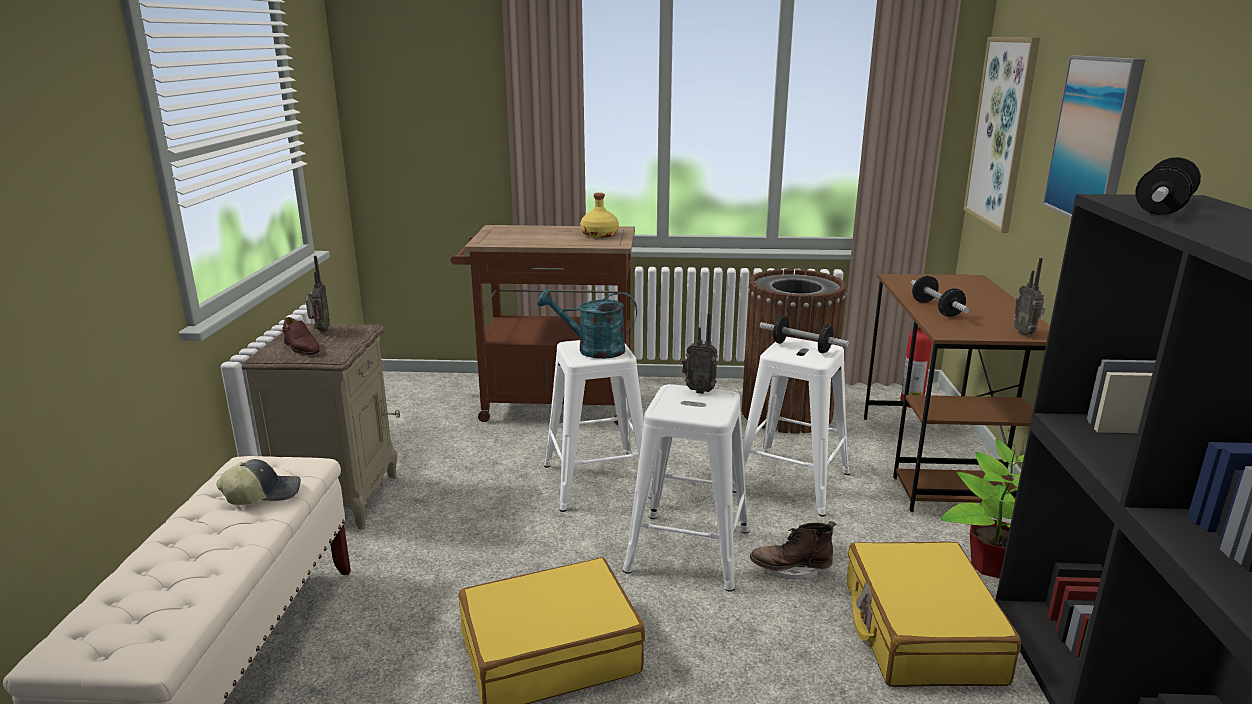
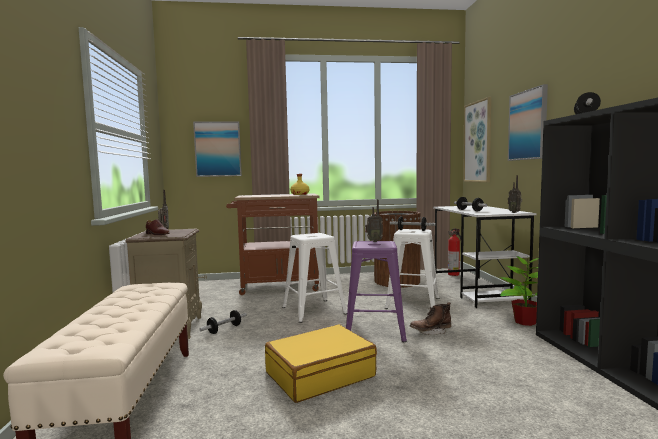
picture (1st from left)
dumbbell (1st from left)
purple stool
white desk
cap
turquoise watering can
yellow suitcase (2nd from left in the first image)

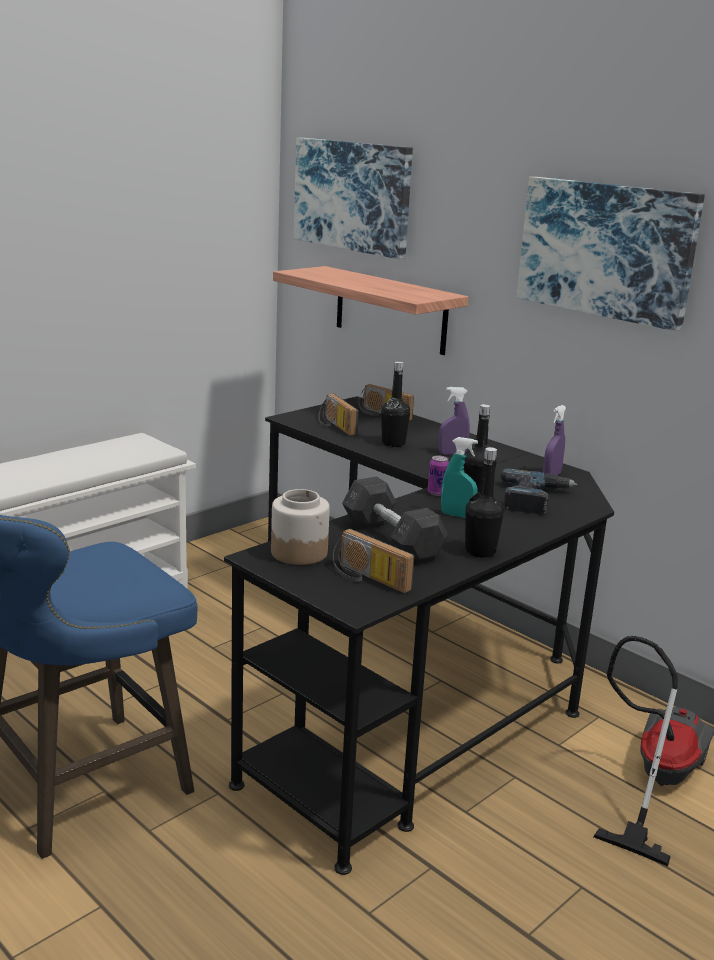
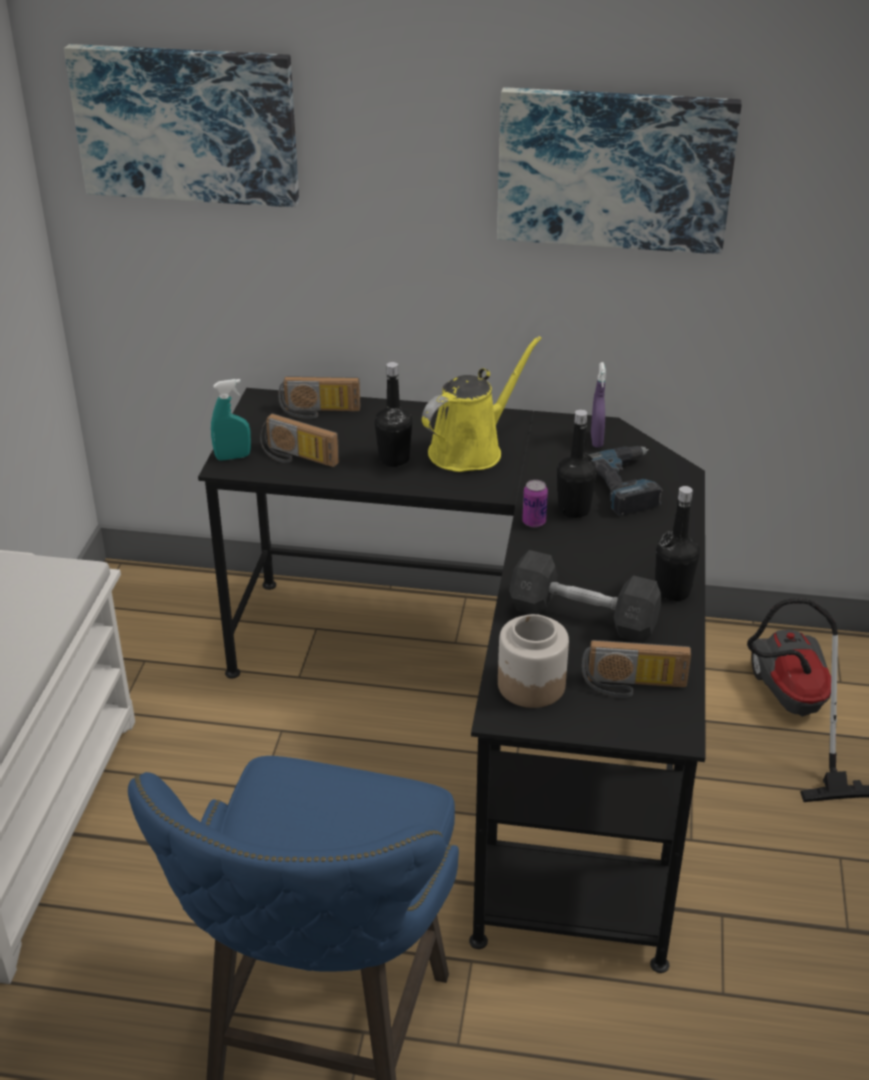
turquoise spray bottle
yellow watering can
shelf

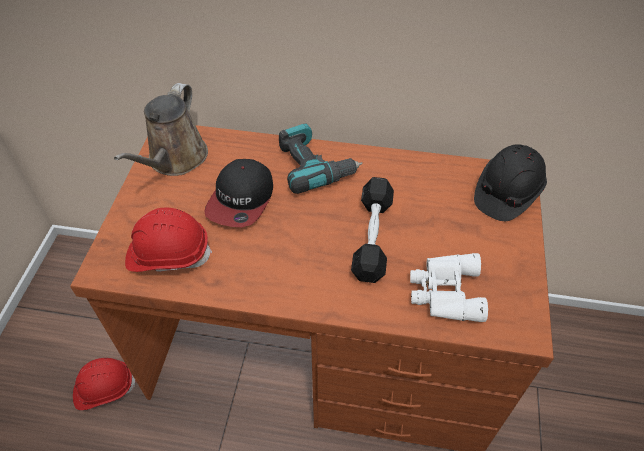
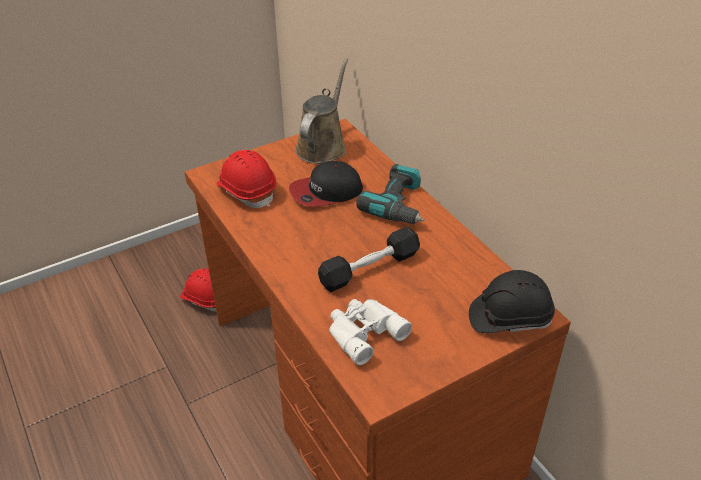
brown watering can

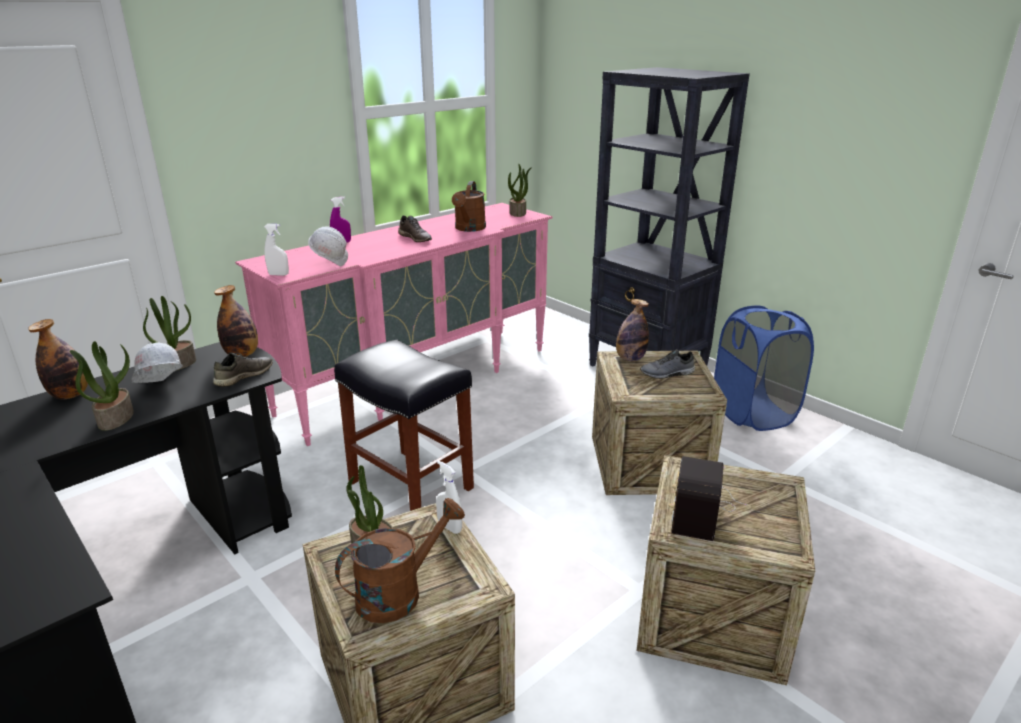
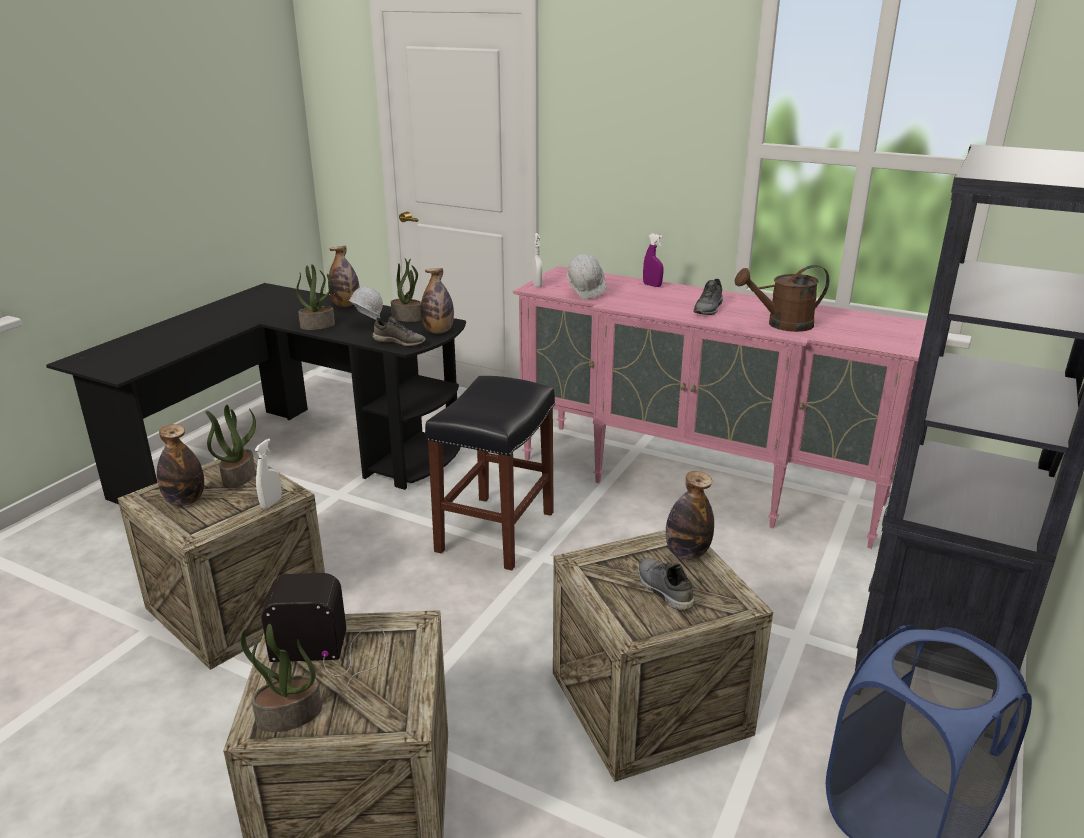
bottle (1st from left)
potted plant (2nd from left)

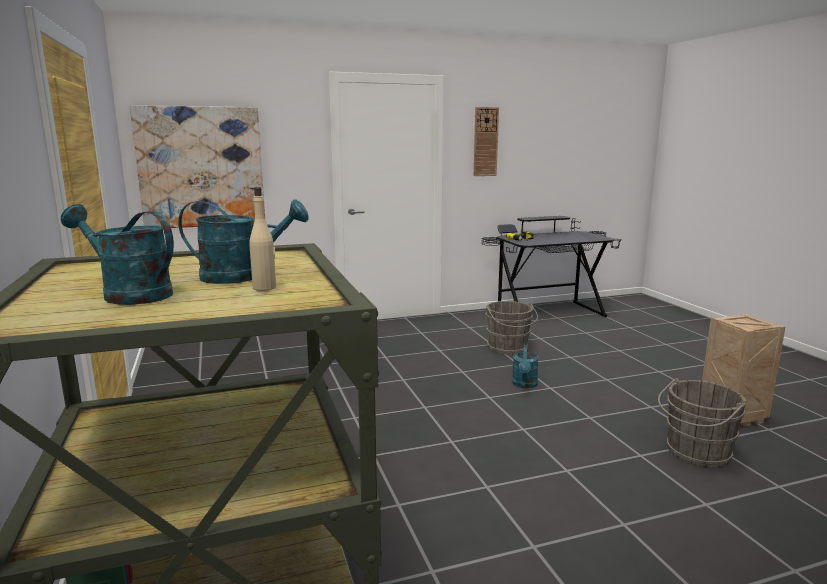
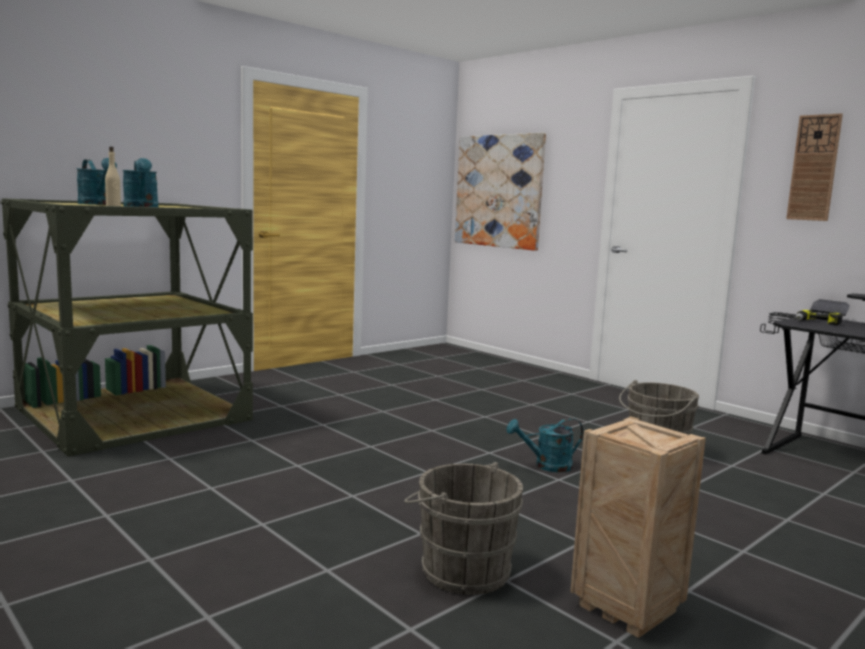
turquoise watering can (1st from left)

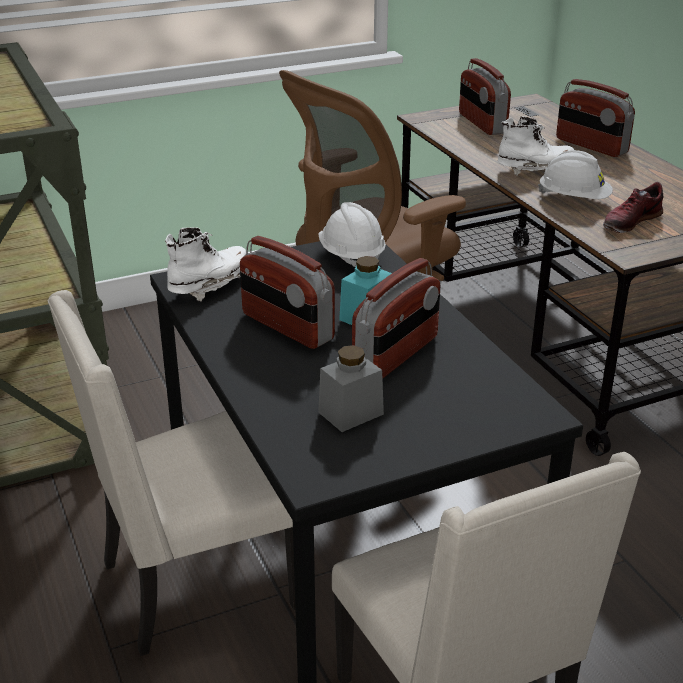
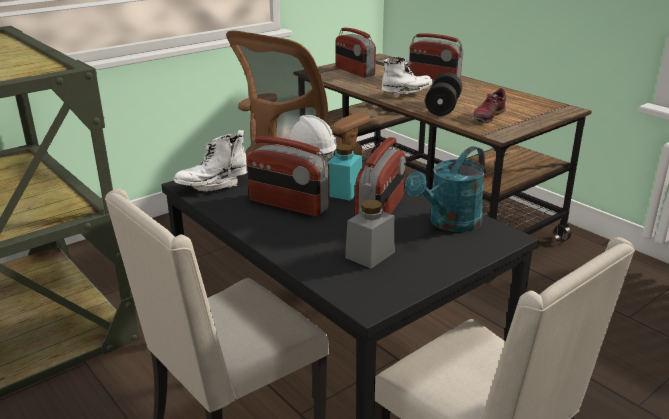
white boot (1st from left)
turquoise watering can
black dumbbell

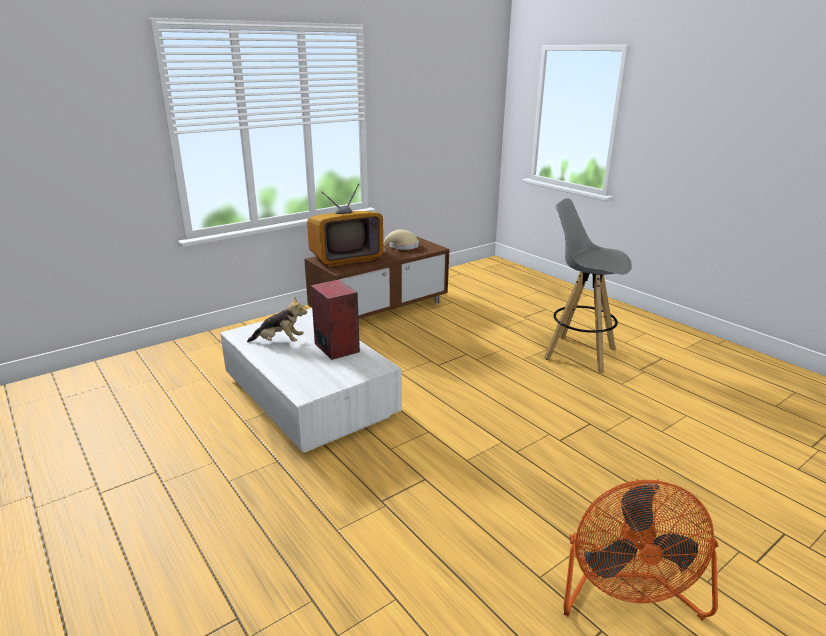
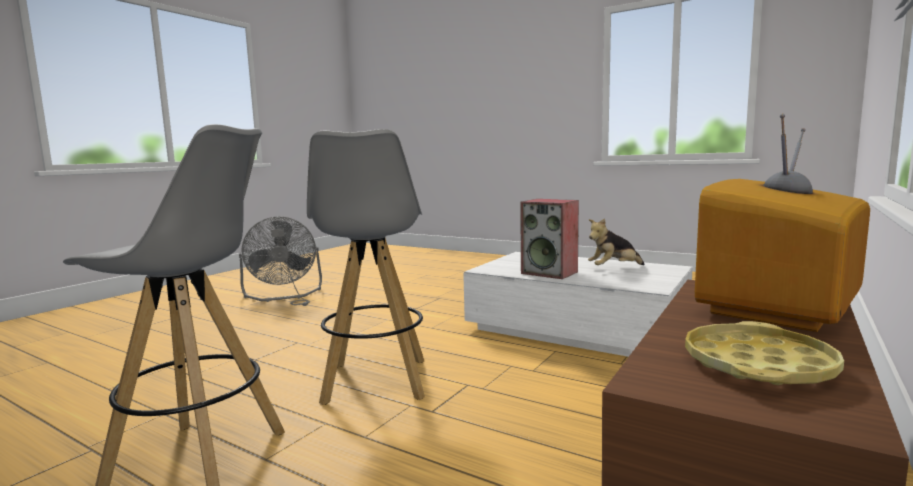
grey fan
grey stool (2nd from left)
yellow tray

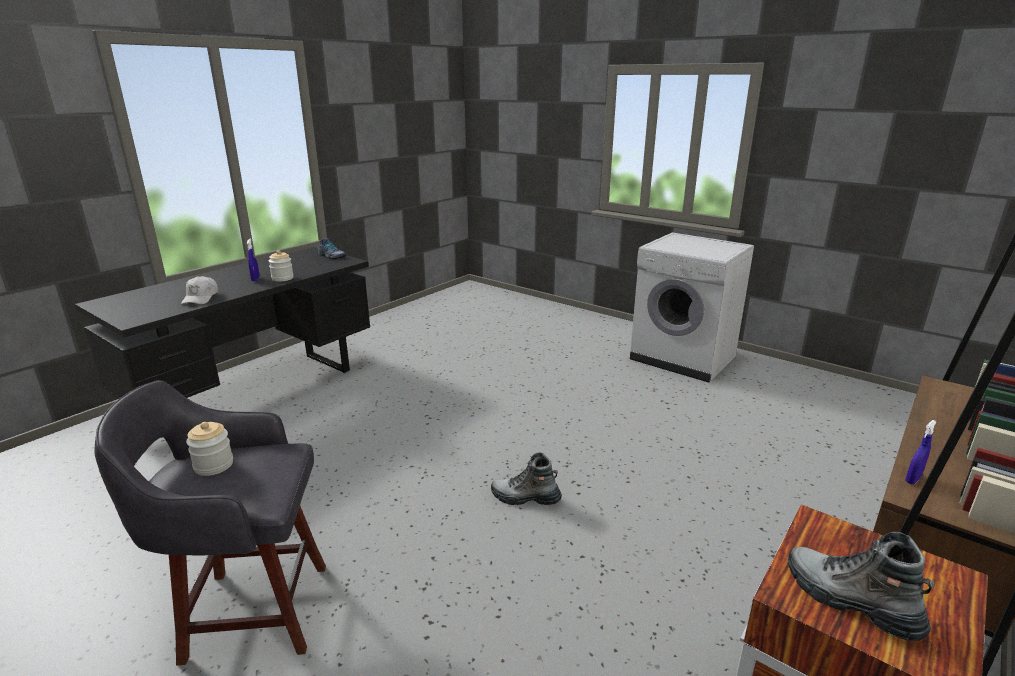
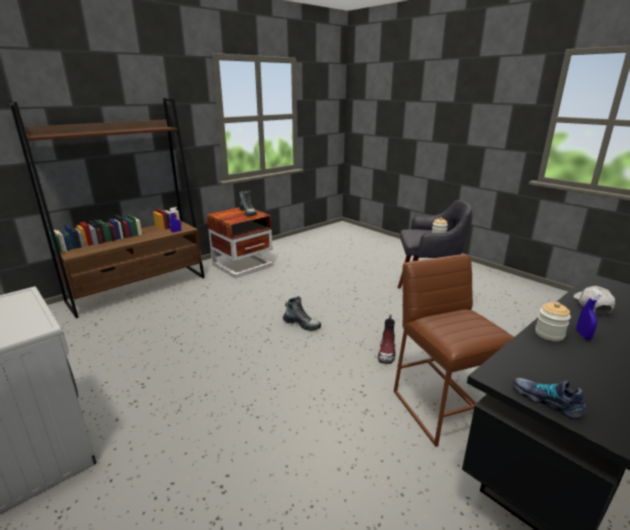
boot (3rd from left)
brown stool

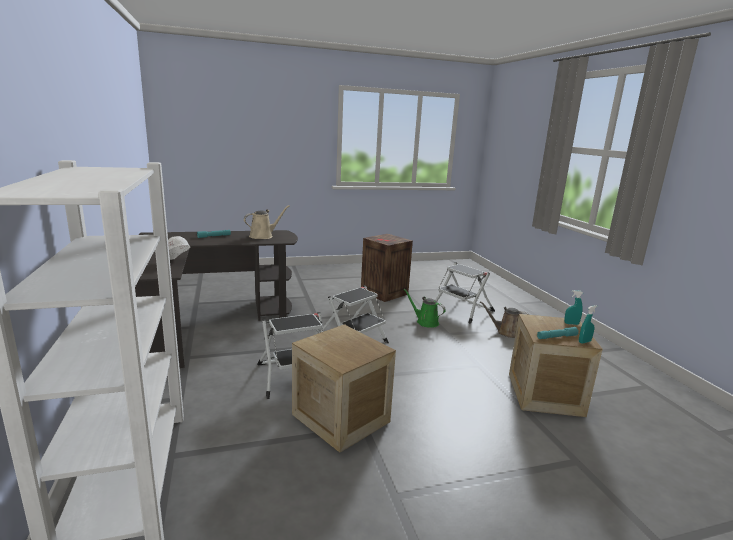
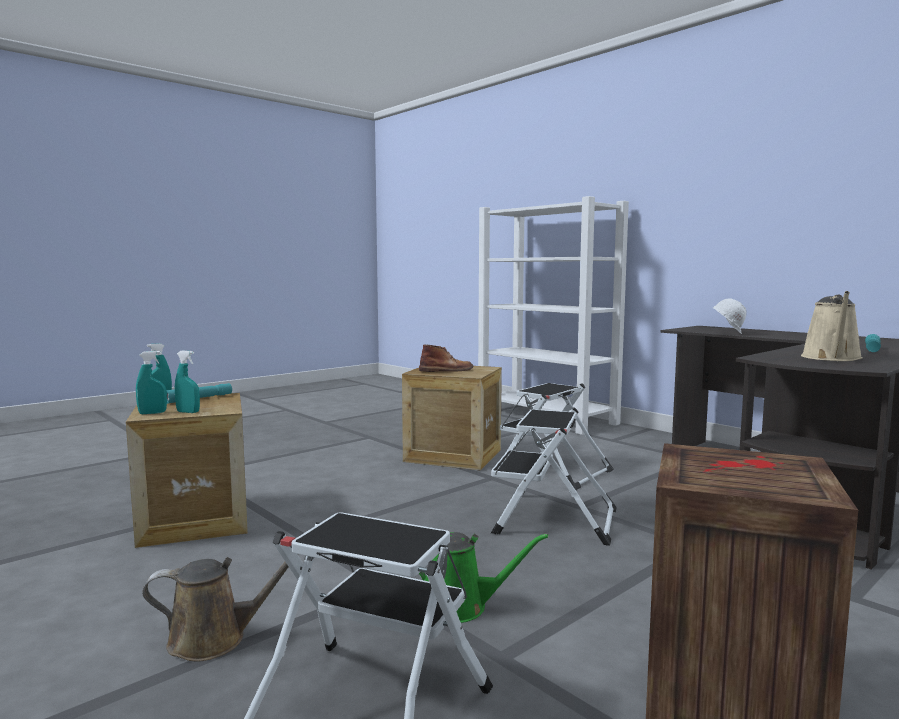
turquoise spray bottle (3rd from left)
brown boot

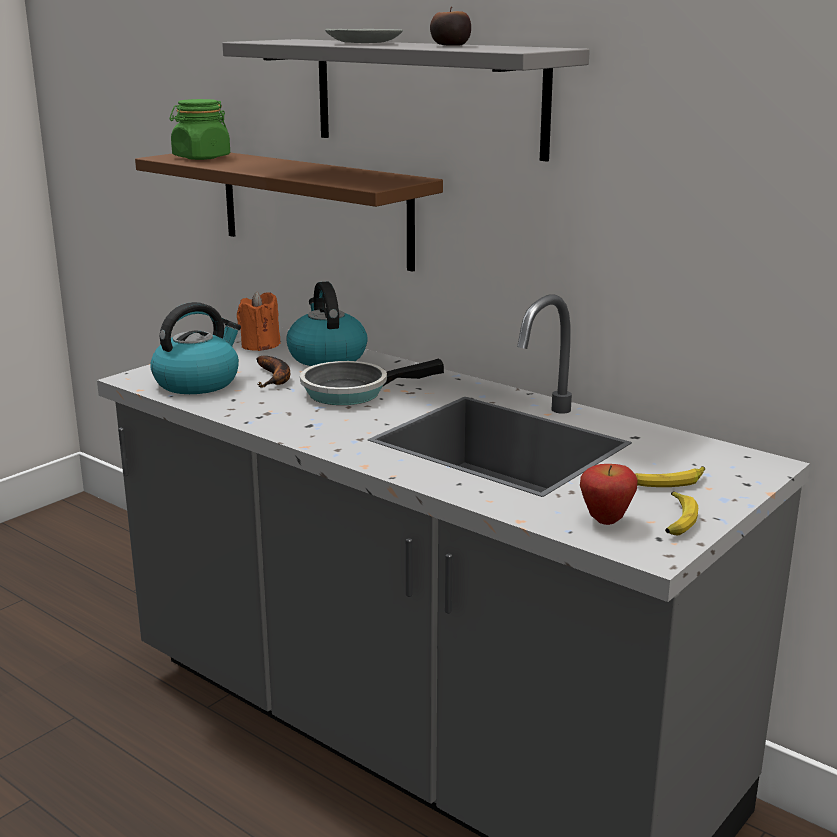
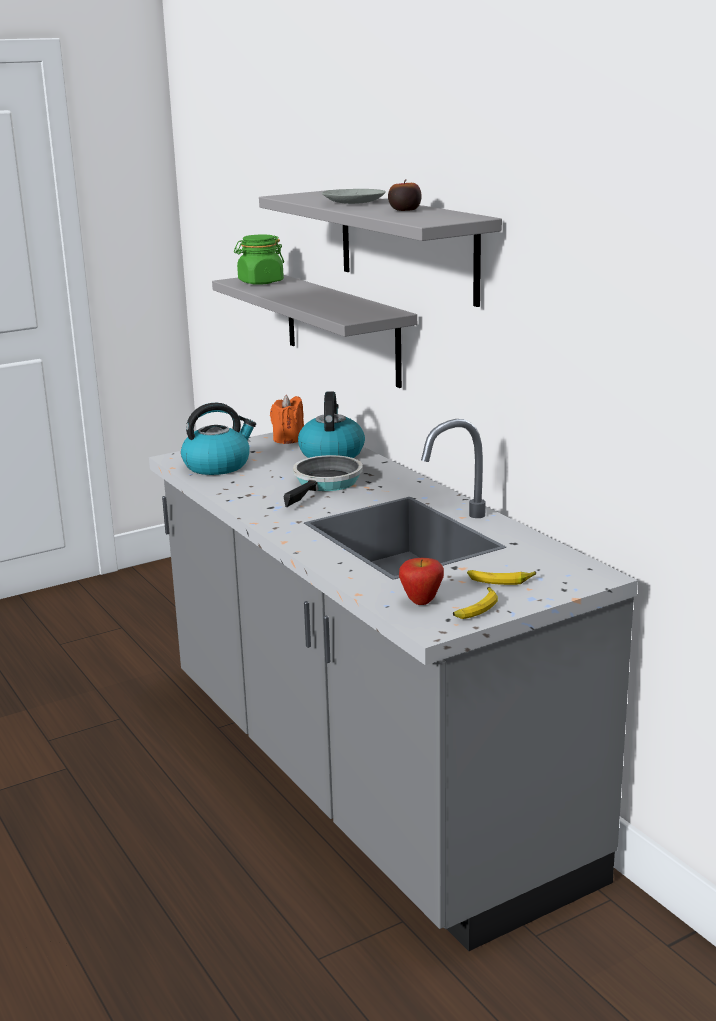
grey shelf (1st from left)
frying pan
banana (1st from left in the first image)

